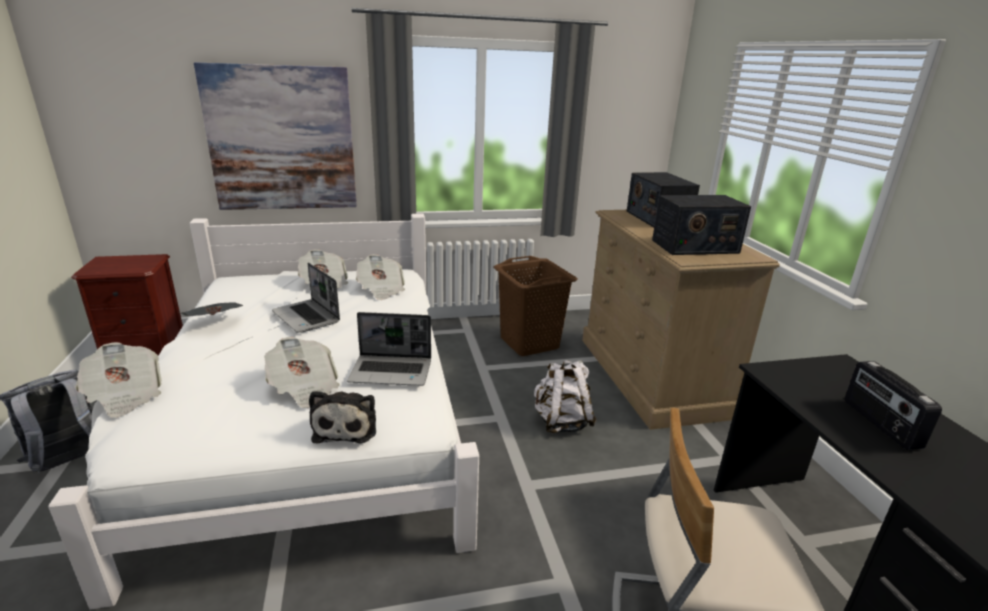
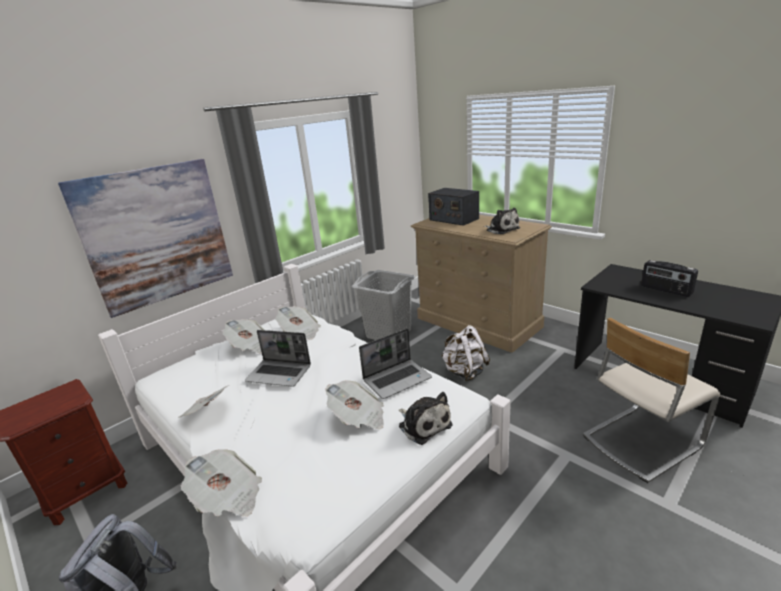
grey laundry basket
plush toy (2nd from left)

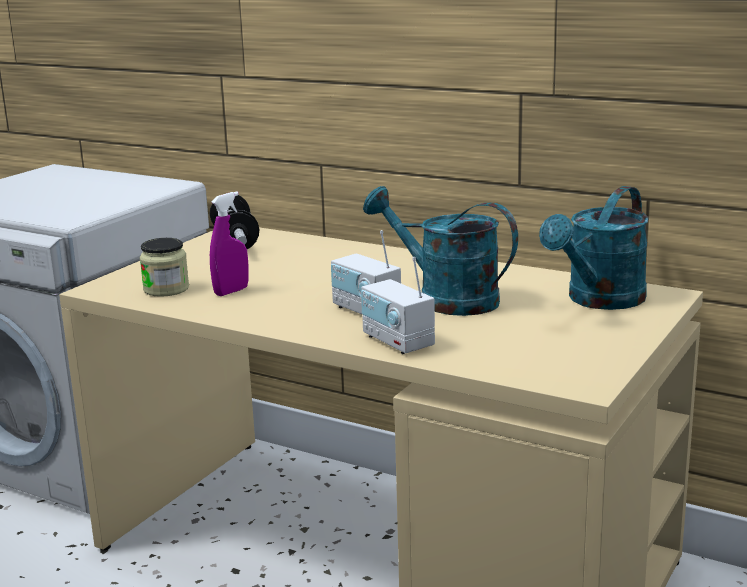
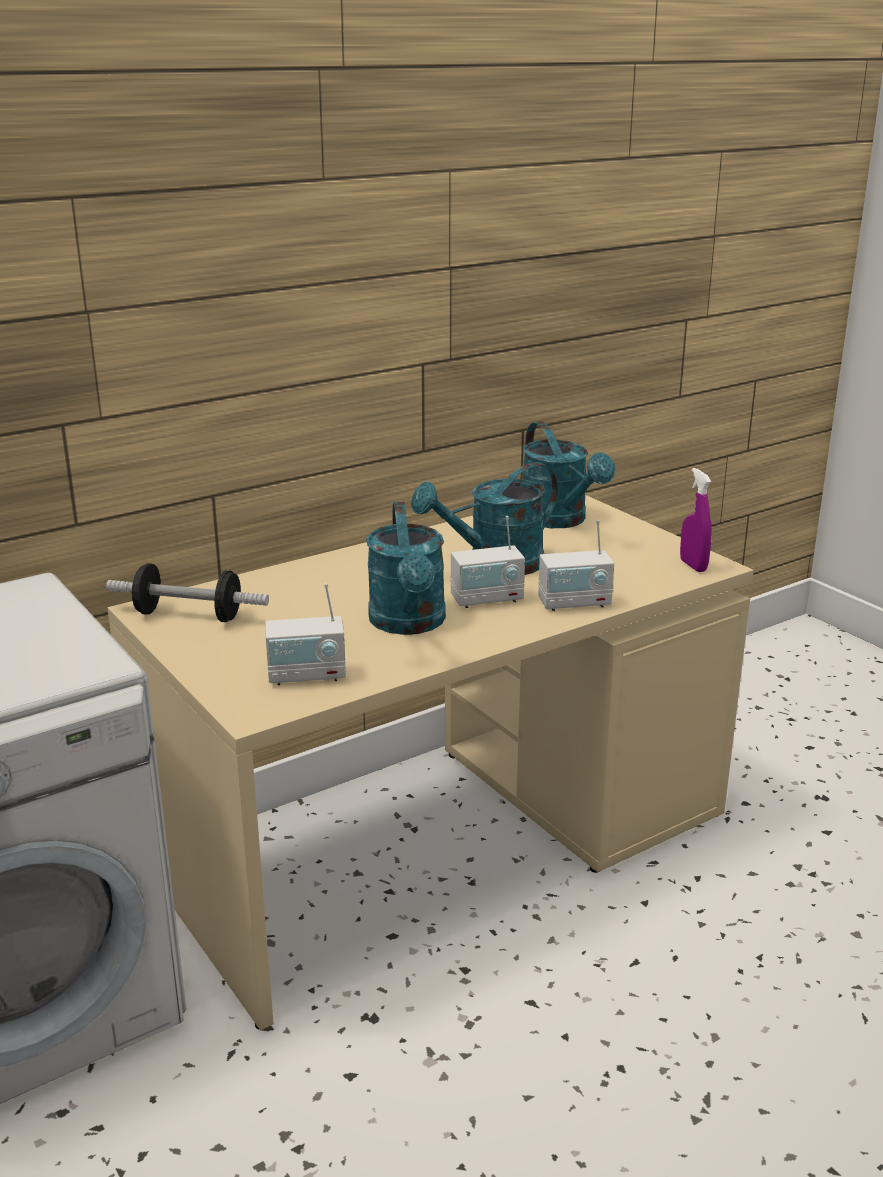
radio (1st from left)
turquoise watering can (1st from left)
purple spray bottle

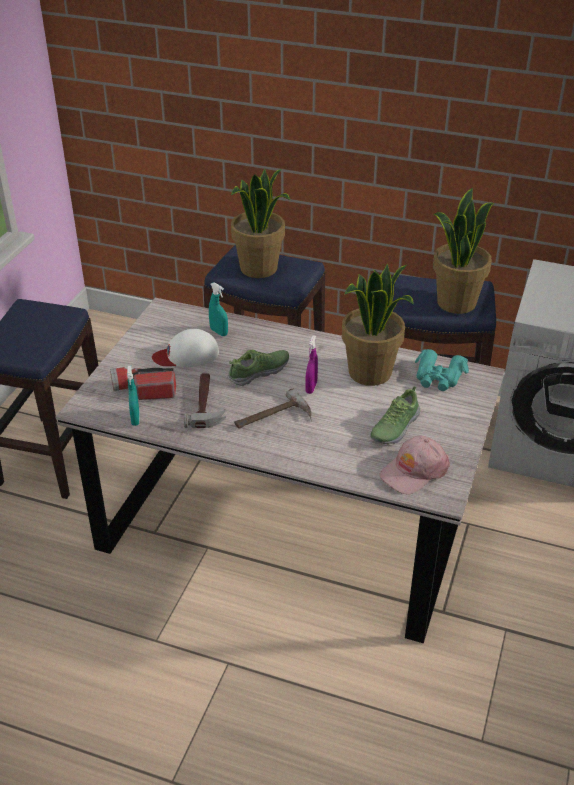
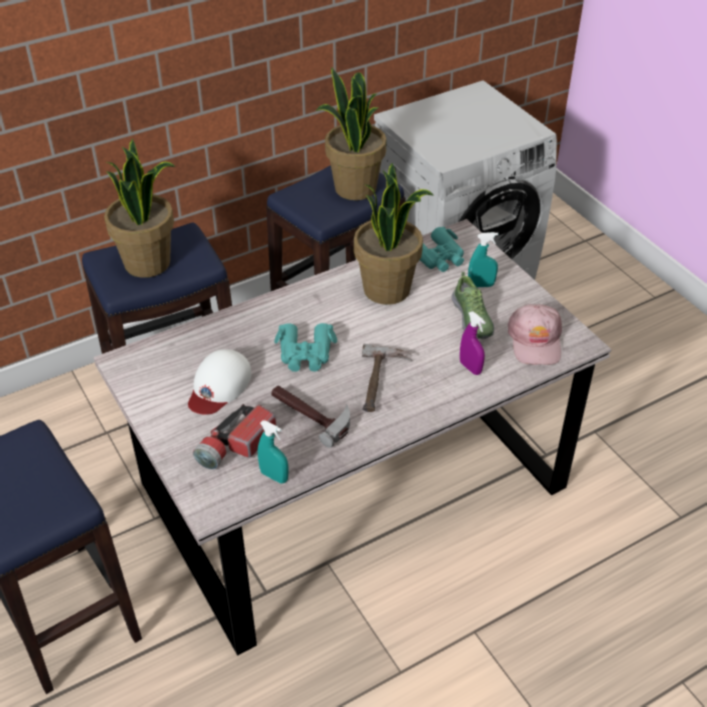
turquoise binoculars (1st from left)
purple spray bottle
turquoise spray bottle (2nd from left)

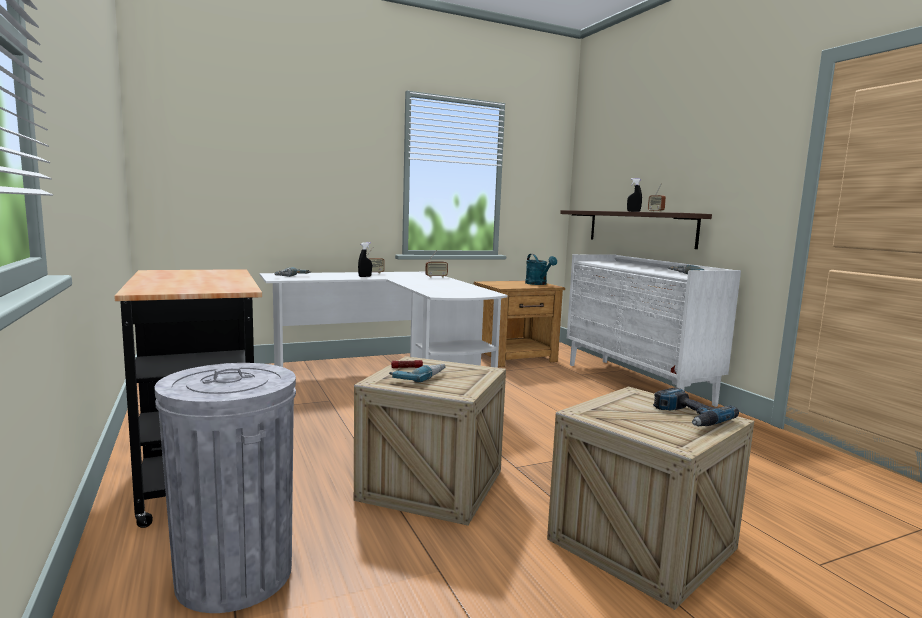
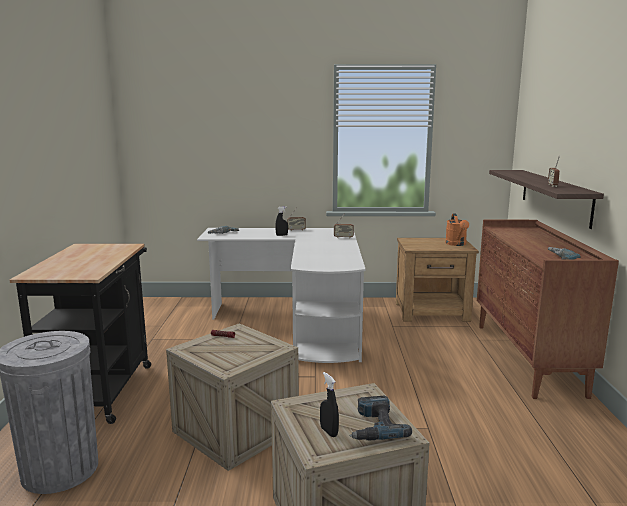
black spray bottle (2nd from left)
orange watering can
brown cabinet
power drill (2nd from left in the first image)

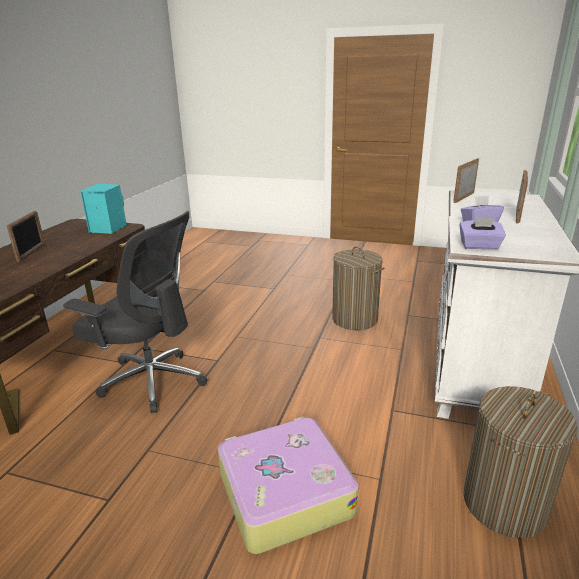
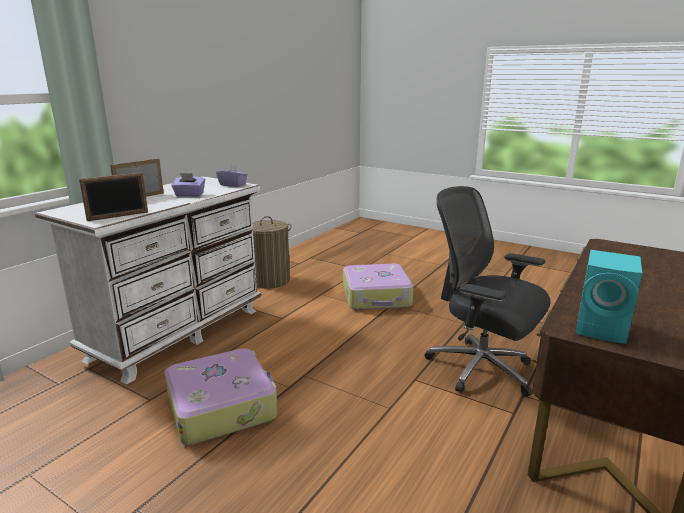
suitcase (1st from left)
picture frame (1st from left in the first image)

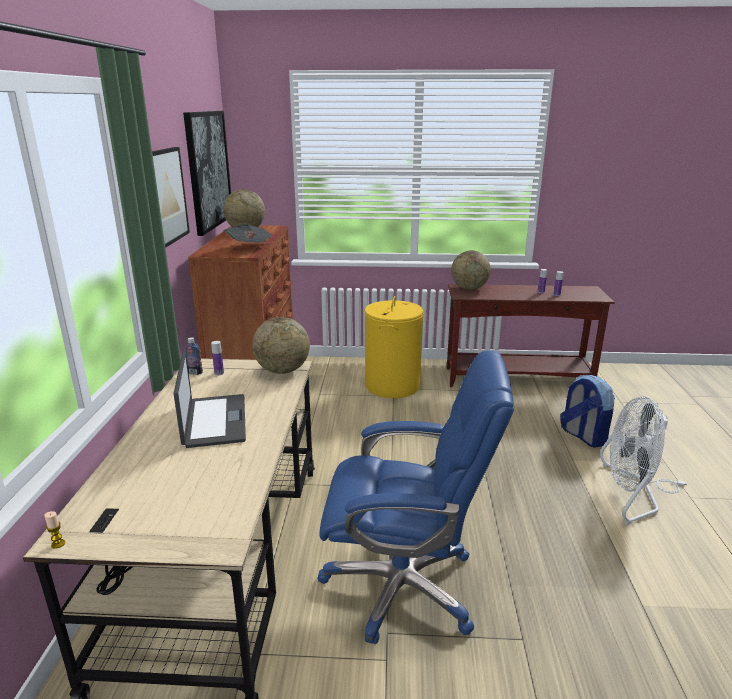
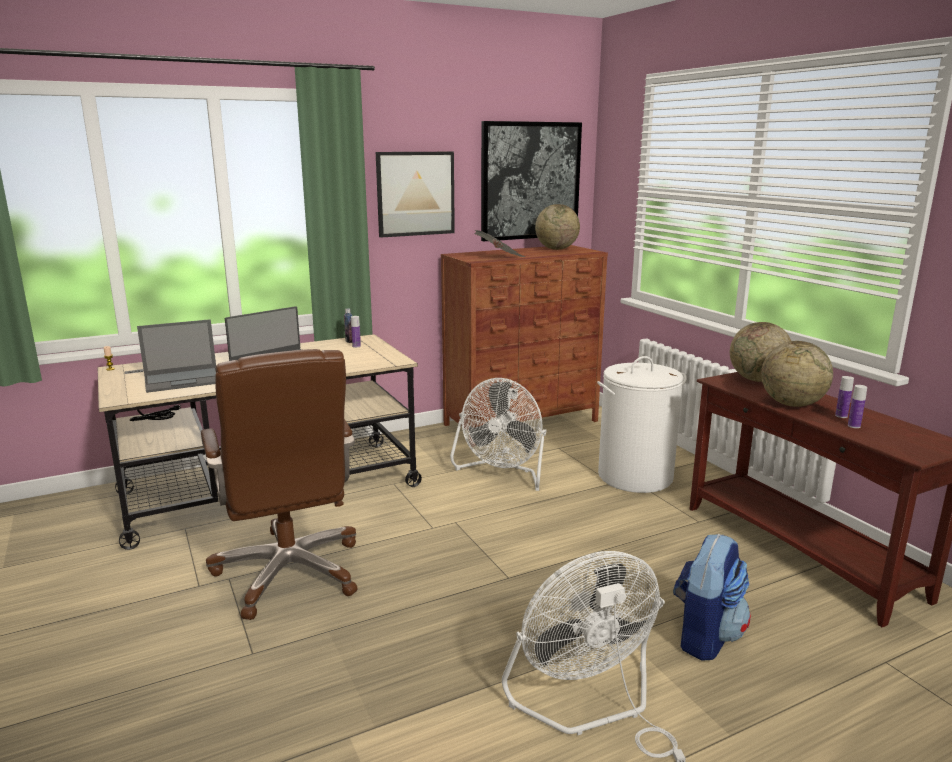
laptop (1st from left)
brown office chair
white fan (1st from left)
white laundry basket
globe (3rd from left)

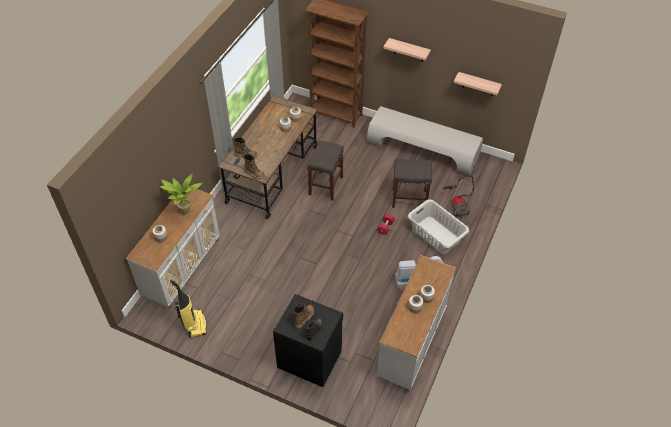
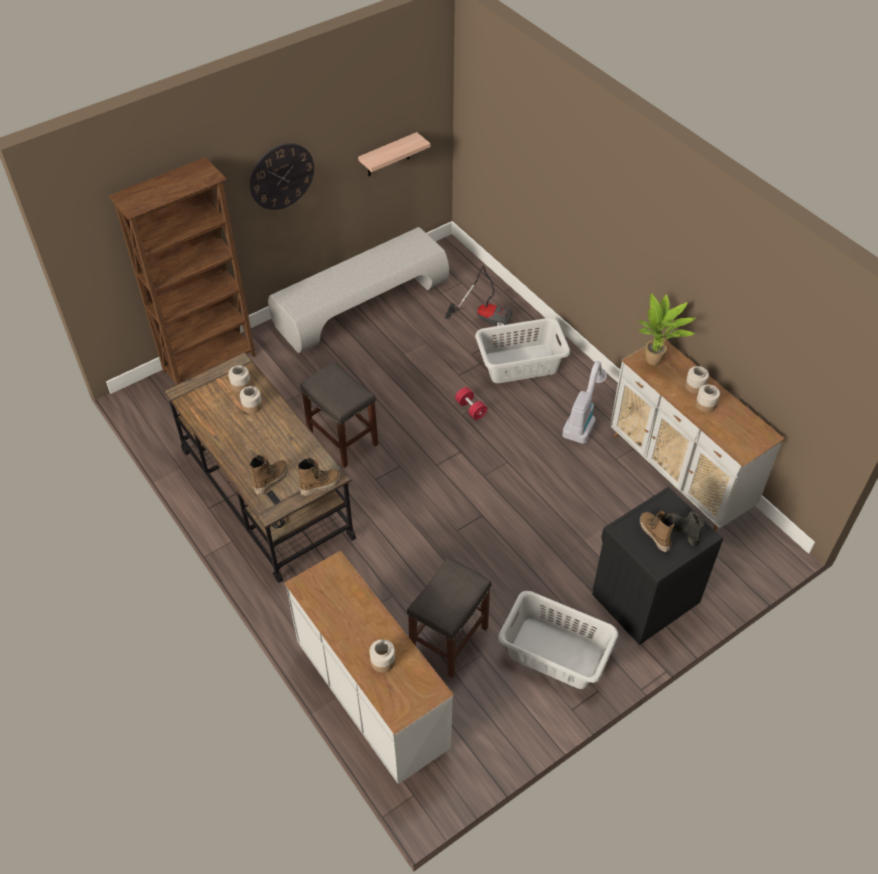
wall clock
grey stool (2nd from left)
grey laundry basket (2nd from left)
potted plant
vacuum cleaner (1st from left in the first image)

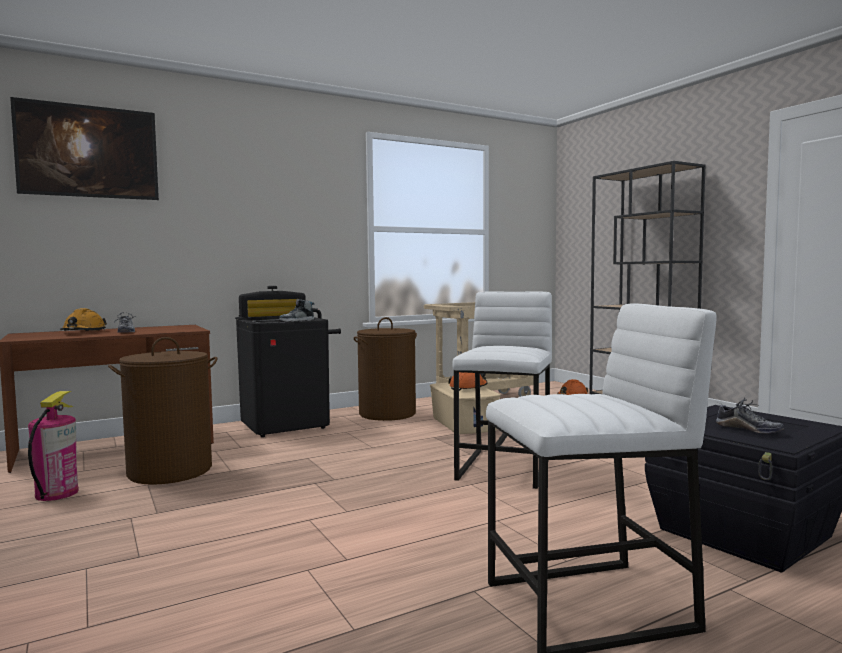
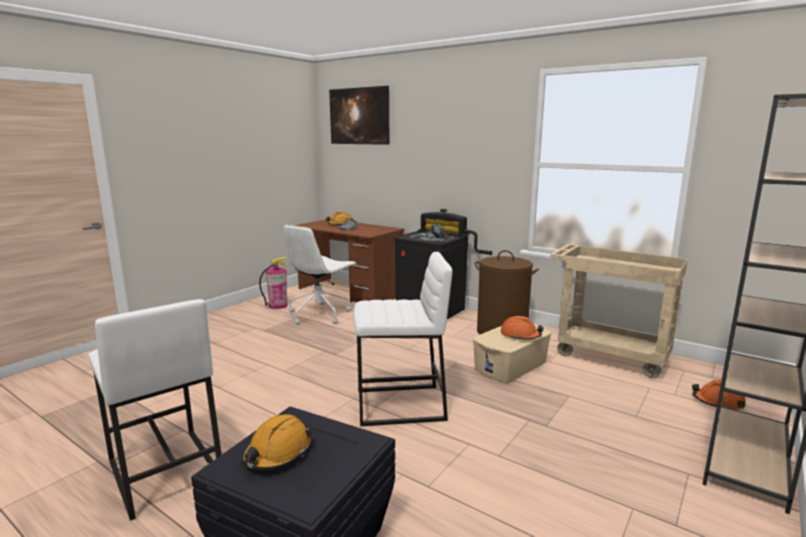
orange hard hat (1st from left)
white office chair

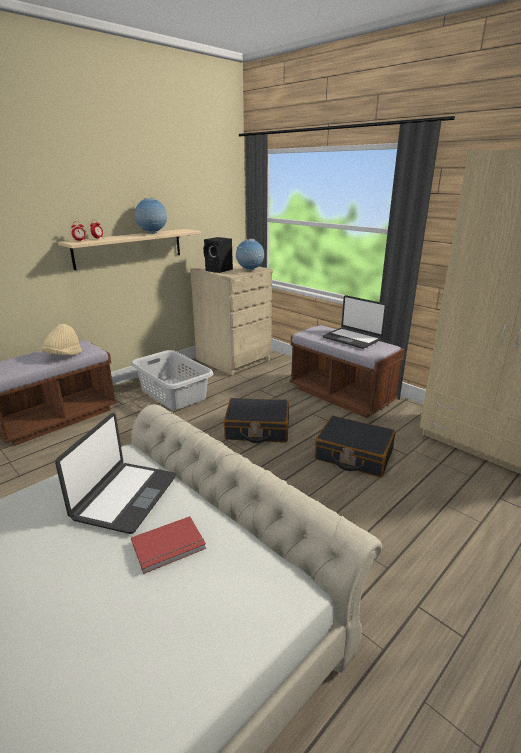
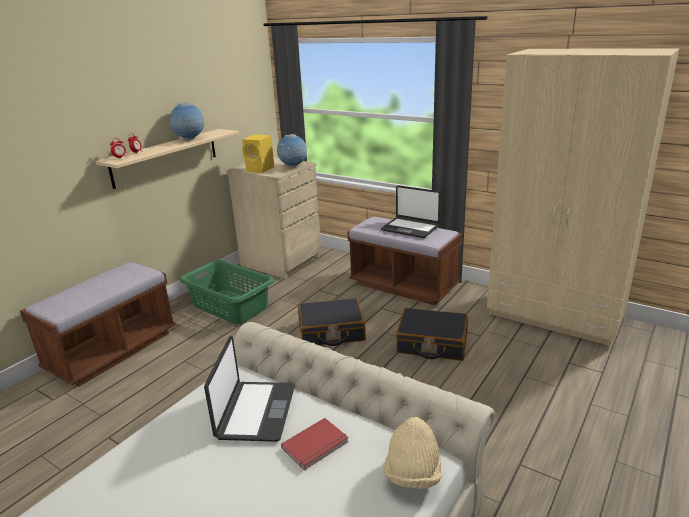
green laundry basket
yellow speaker
beige hat

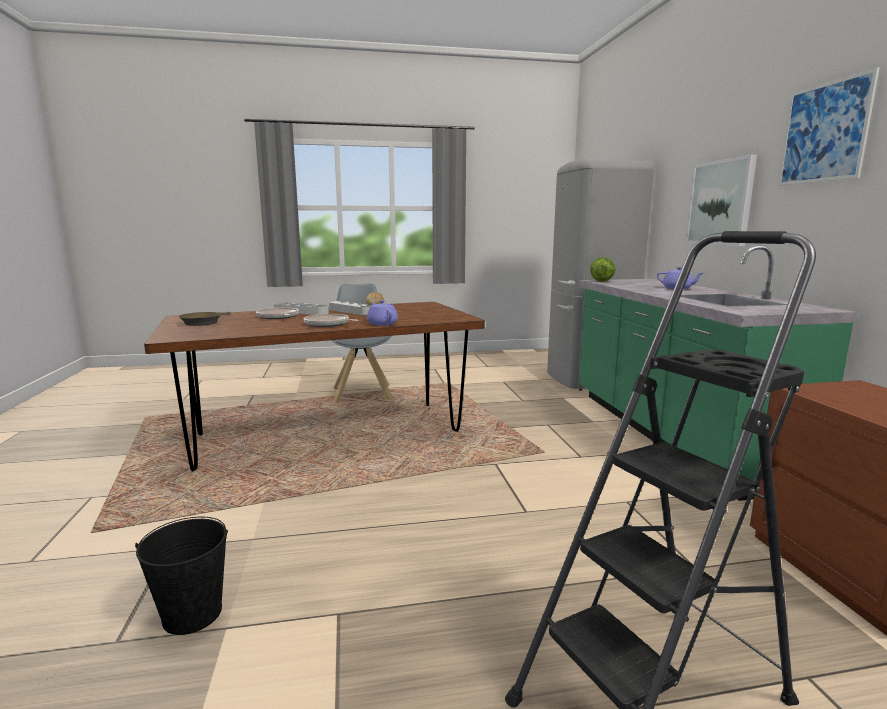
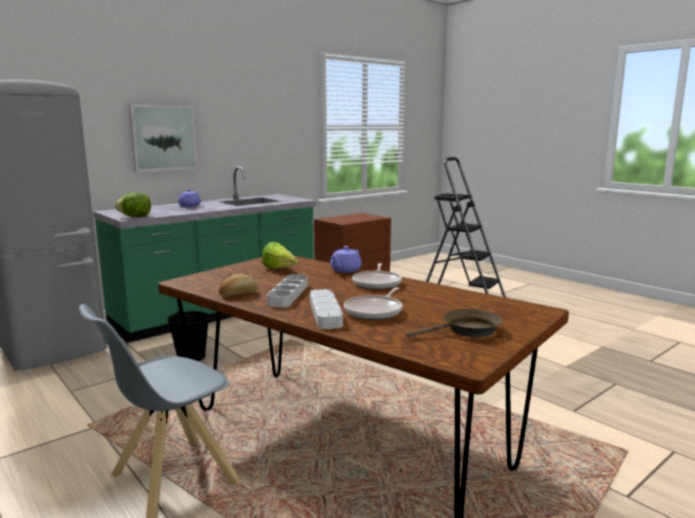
black bucket
lettuce (2nd from left)
picture (2nd from left in the first image)

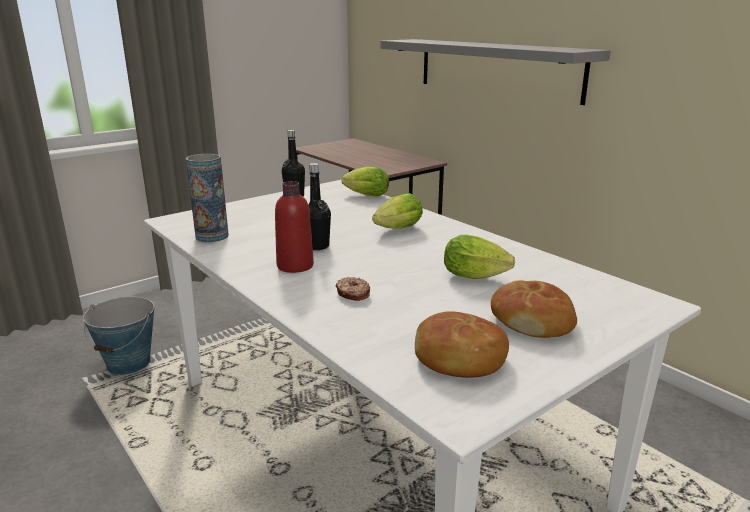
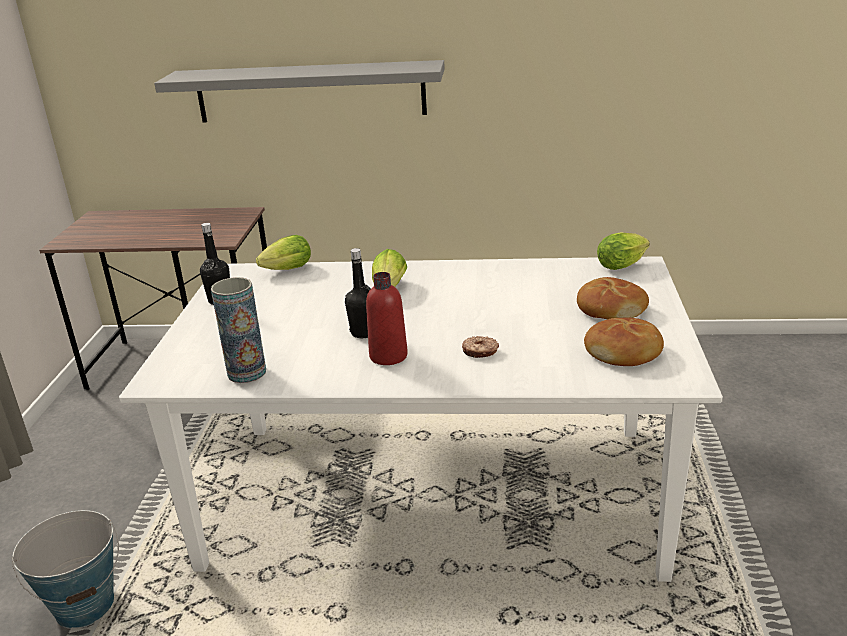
lettuce (3rd from left)

